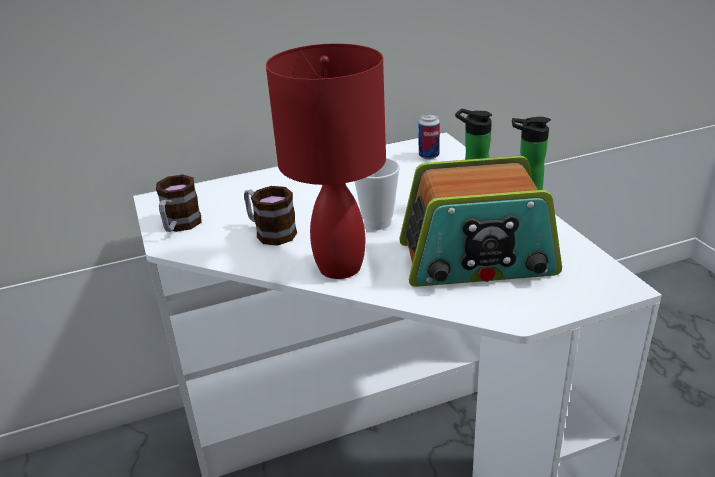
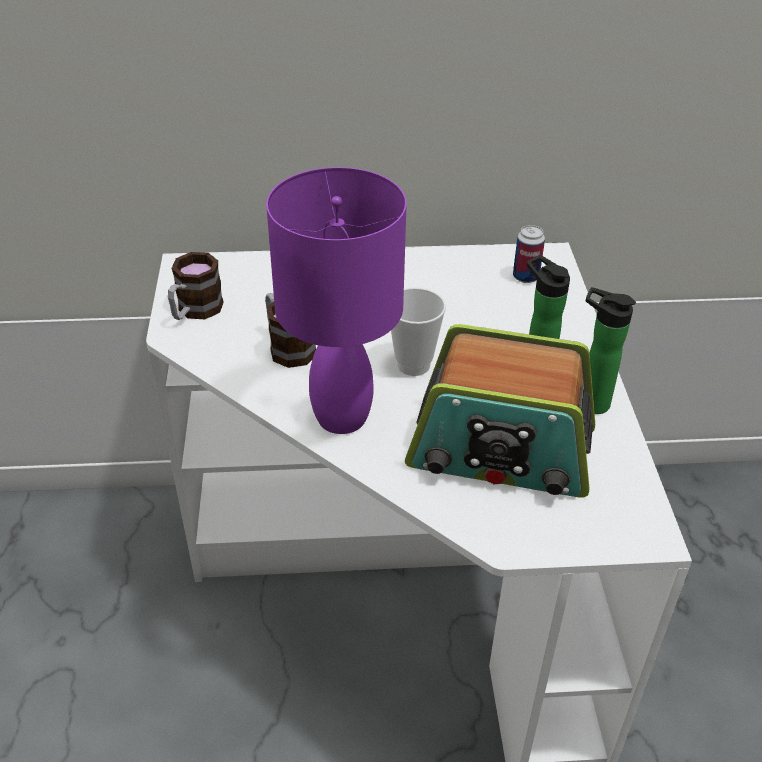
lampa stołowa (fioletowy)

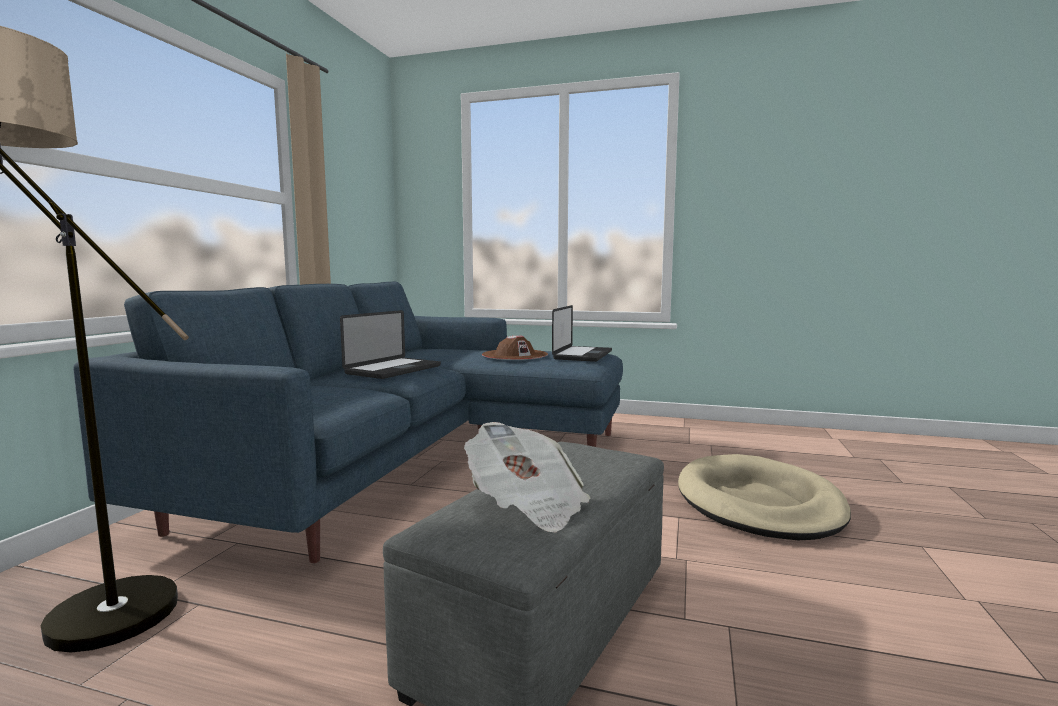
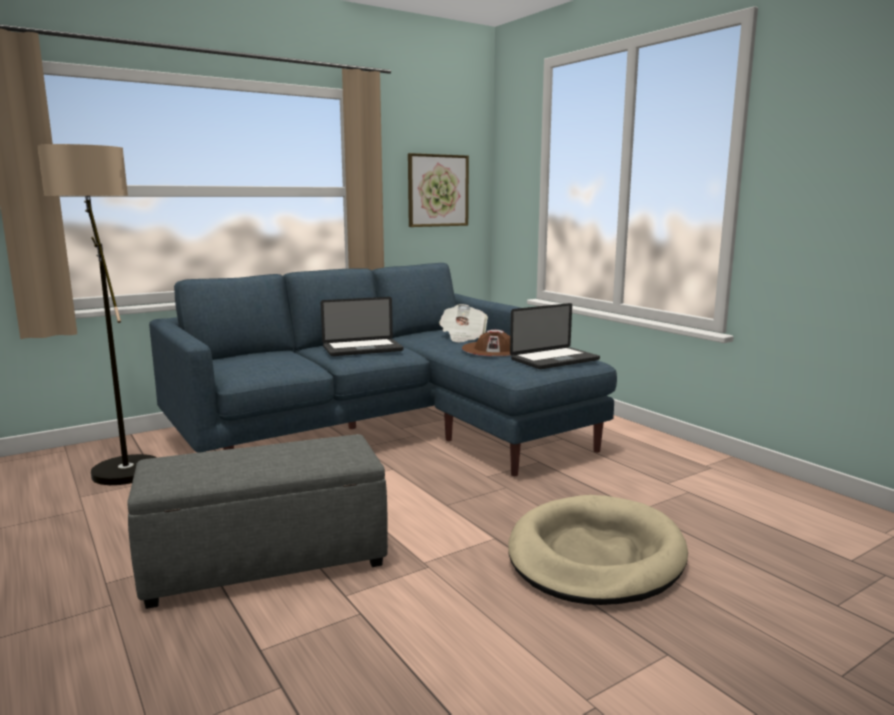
gazeta; obraz

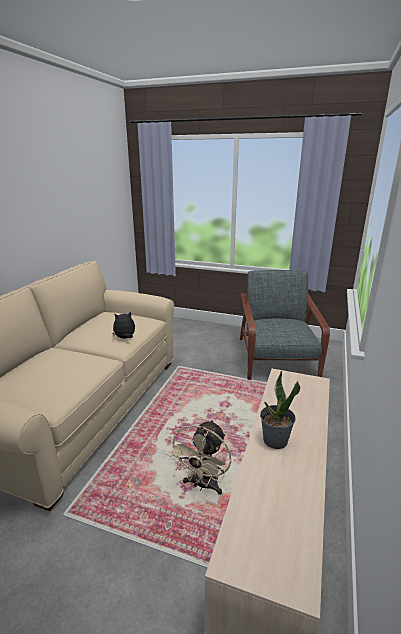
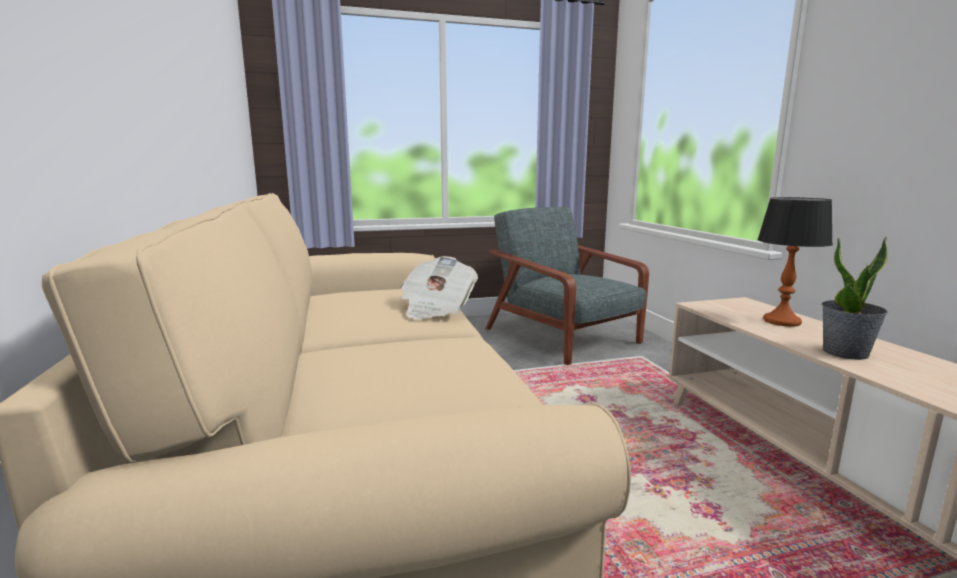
gazeta; wentylator (beżowy); lampa stołowa

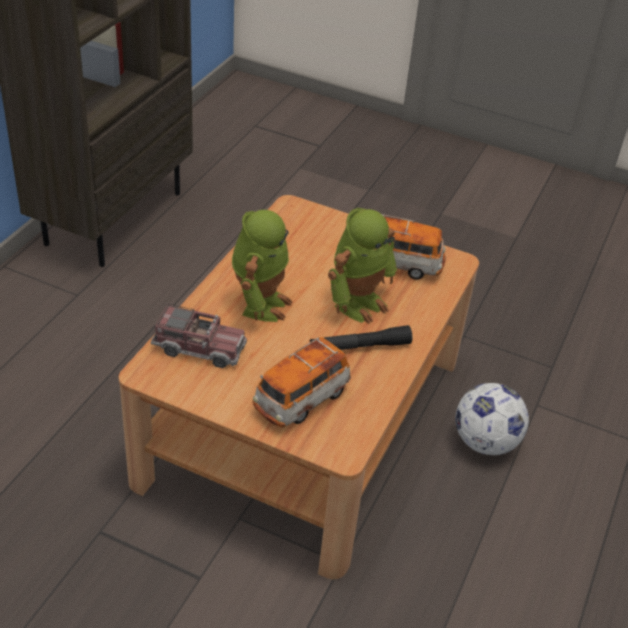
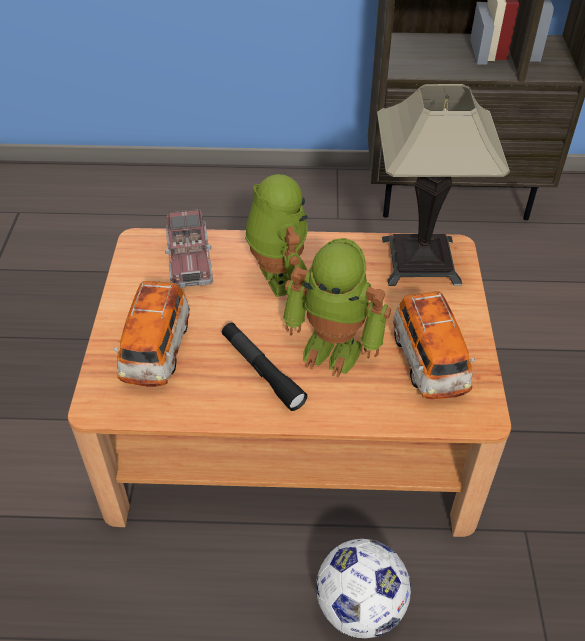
robot zabawkowy (1st from left); samochodzik (1st from left); lampa stołowa

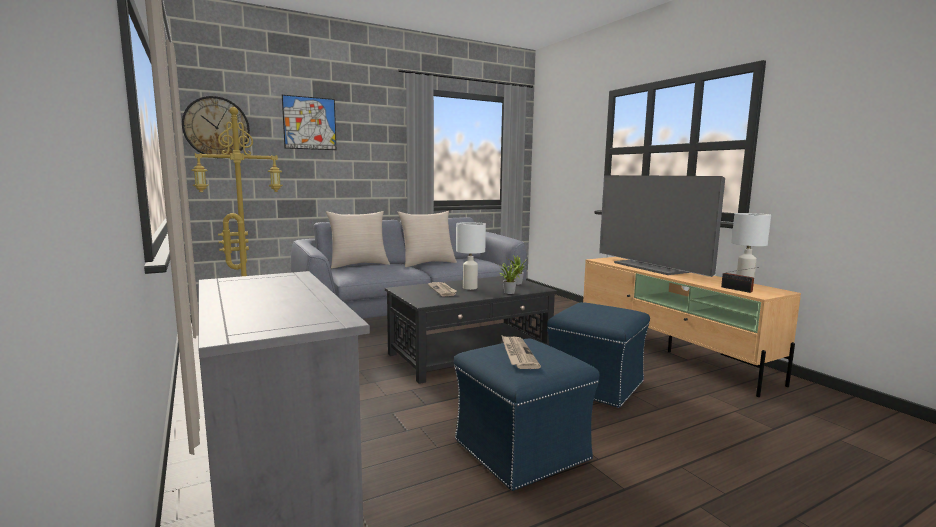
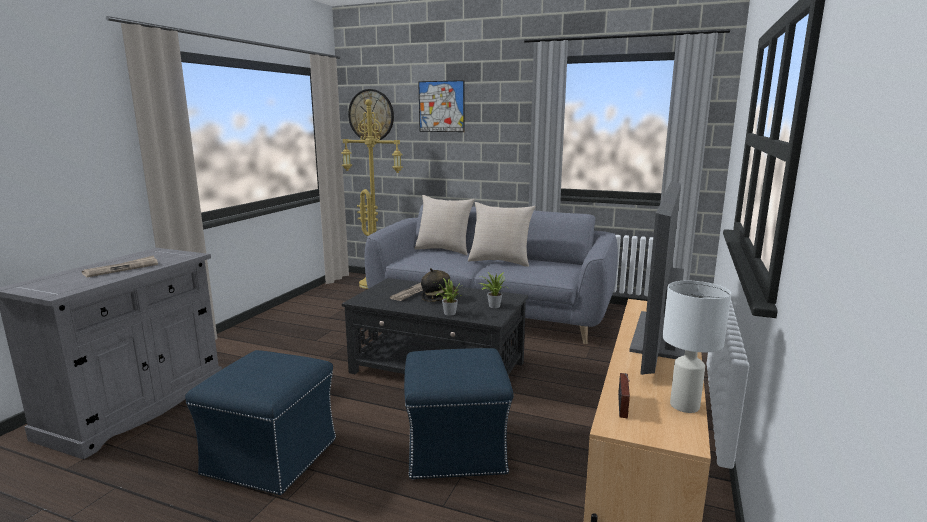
kapelusz; gazeta (1st from left)

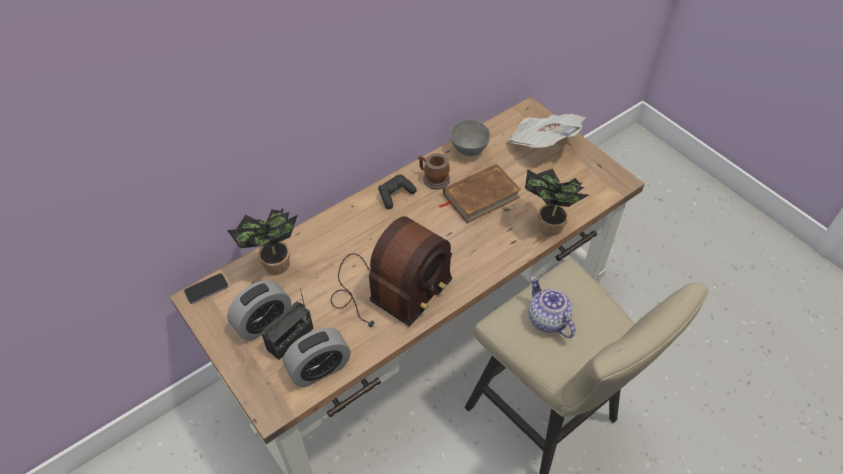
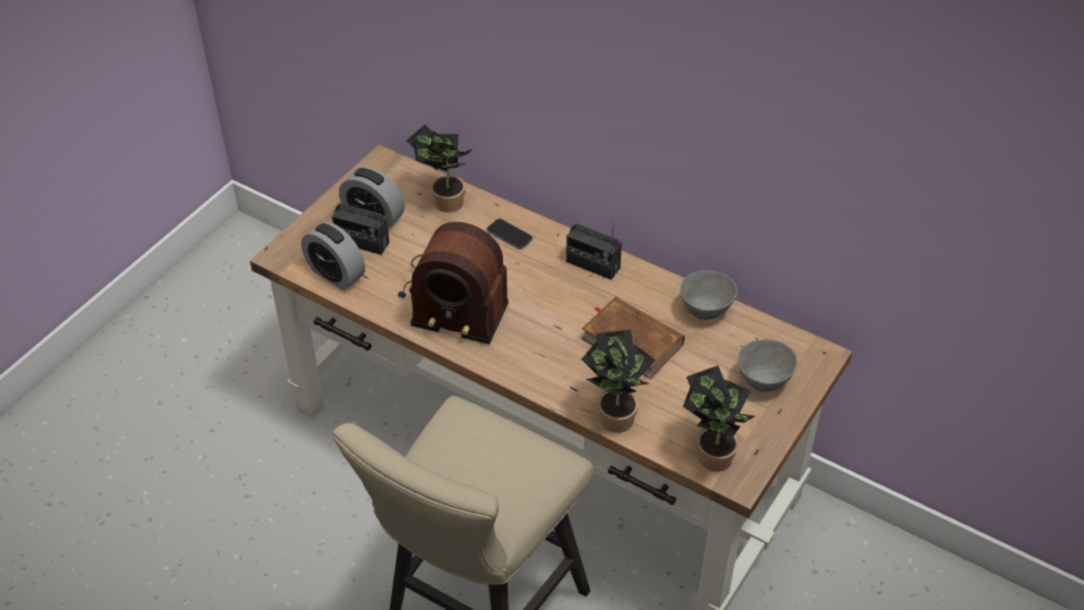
telefon; radio (3rd from left); kubek; miska (szary) (2nd from left); imbryk; roślina doniczkowa (3rd from left)

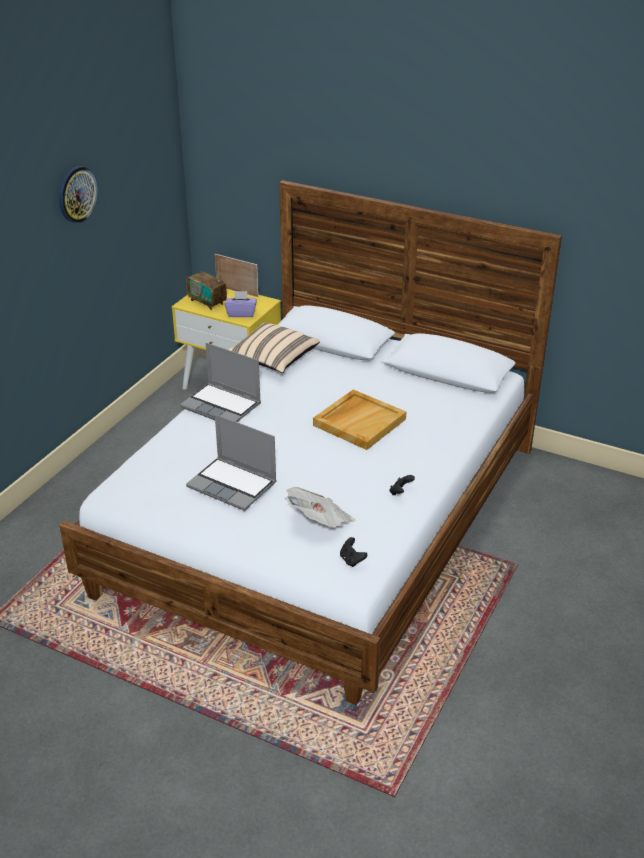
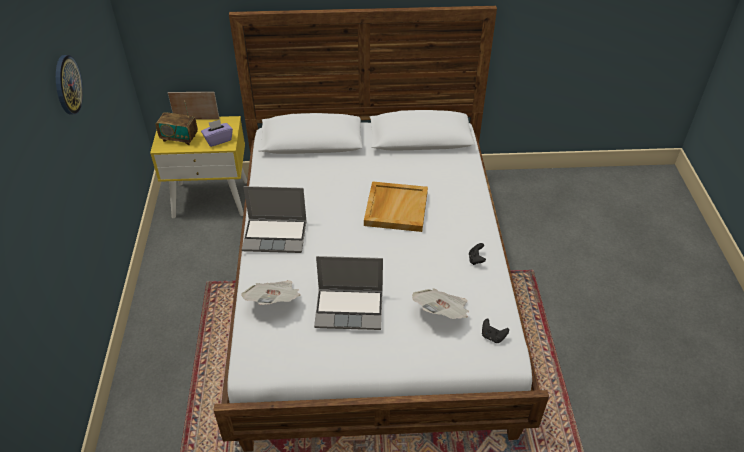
poduszka (beżowy); gazeta (1st from left)

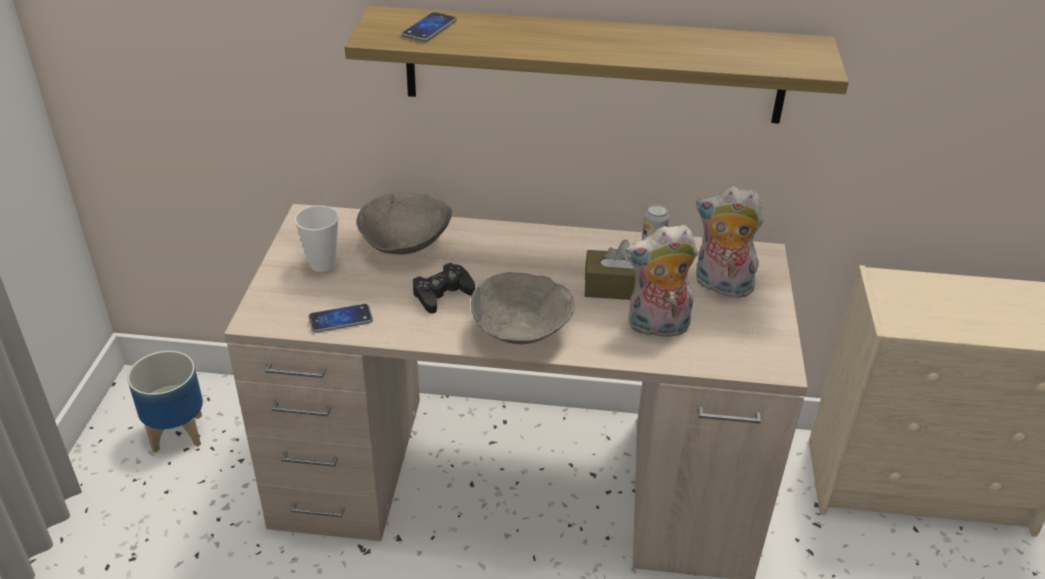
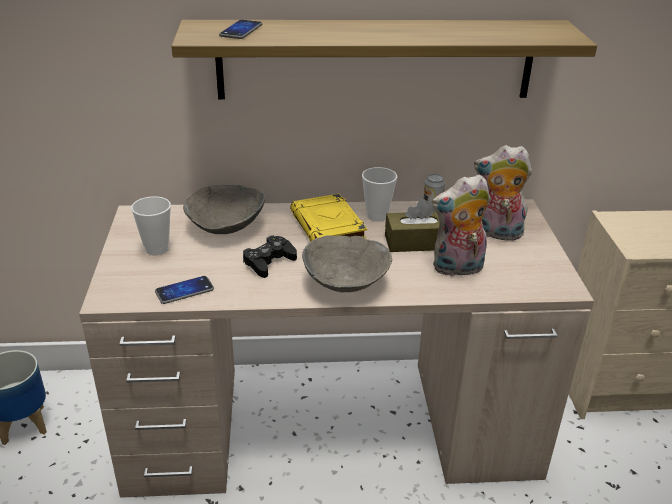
książka (żółty); filiżanka (2nd from left)

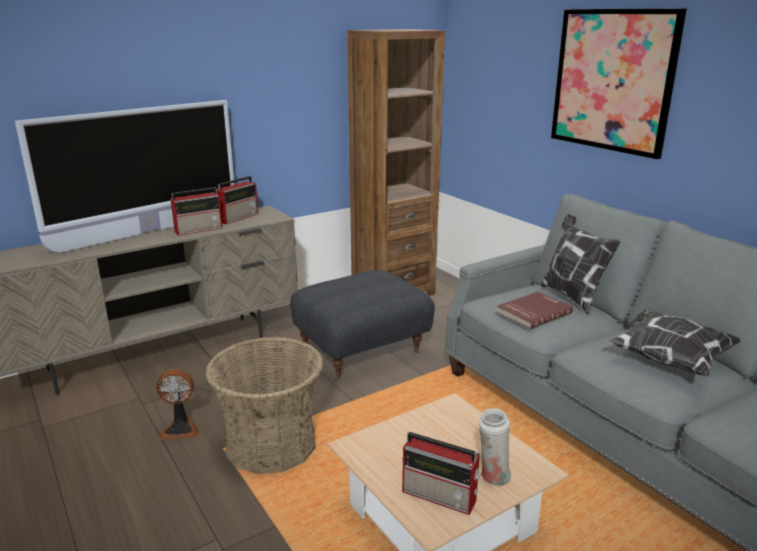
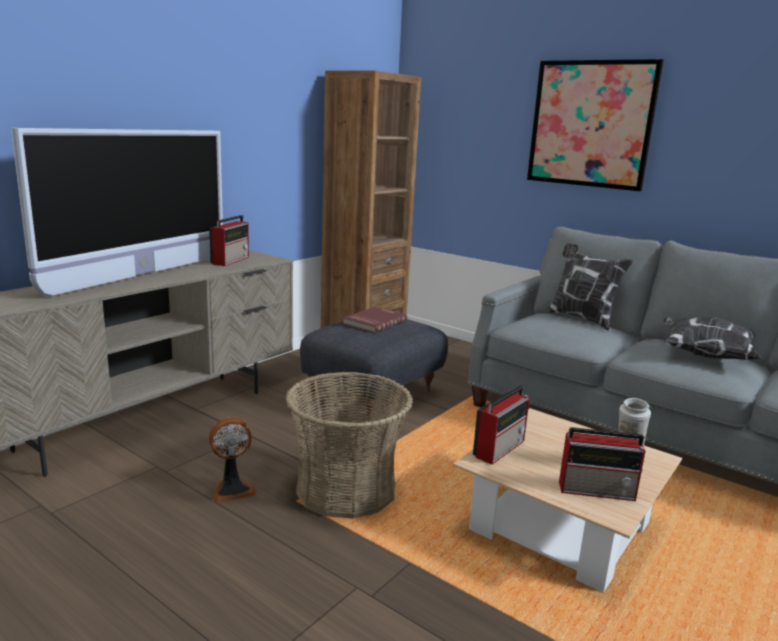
radio (2nd from left); książka (czerwony)

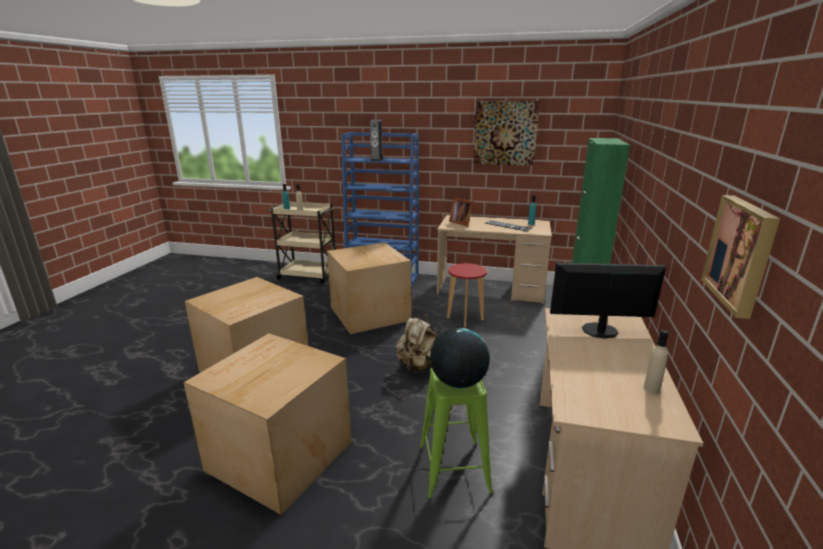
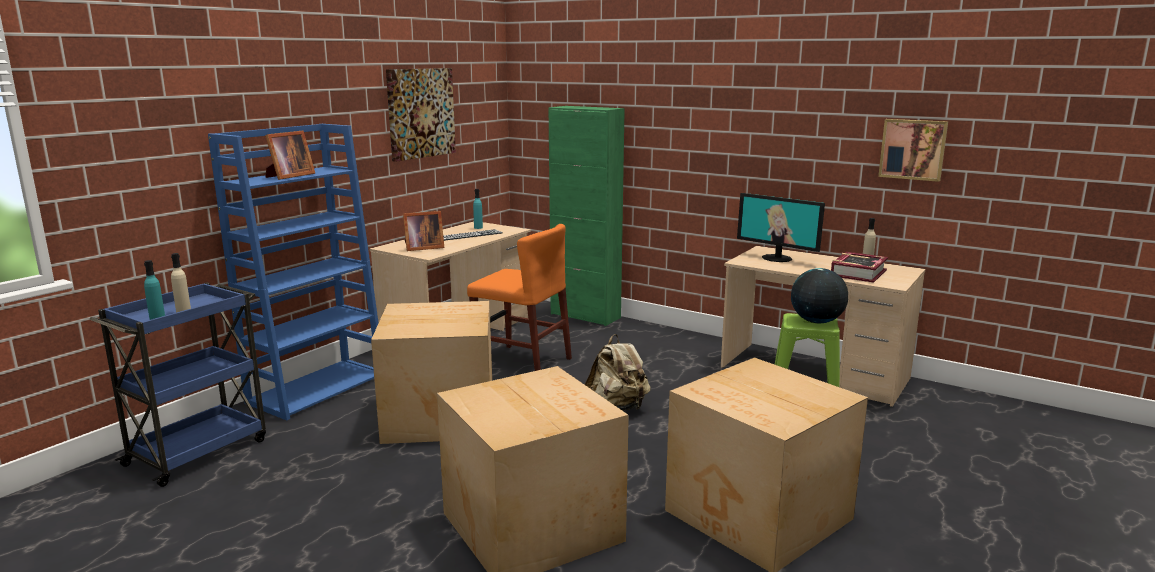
wózek (niebieski); ramka na zdjęcie (1st from left); krzesło (pomarańczowy); monitor; książka

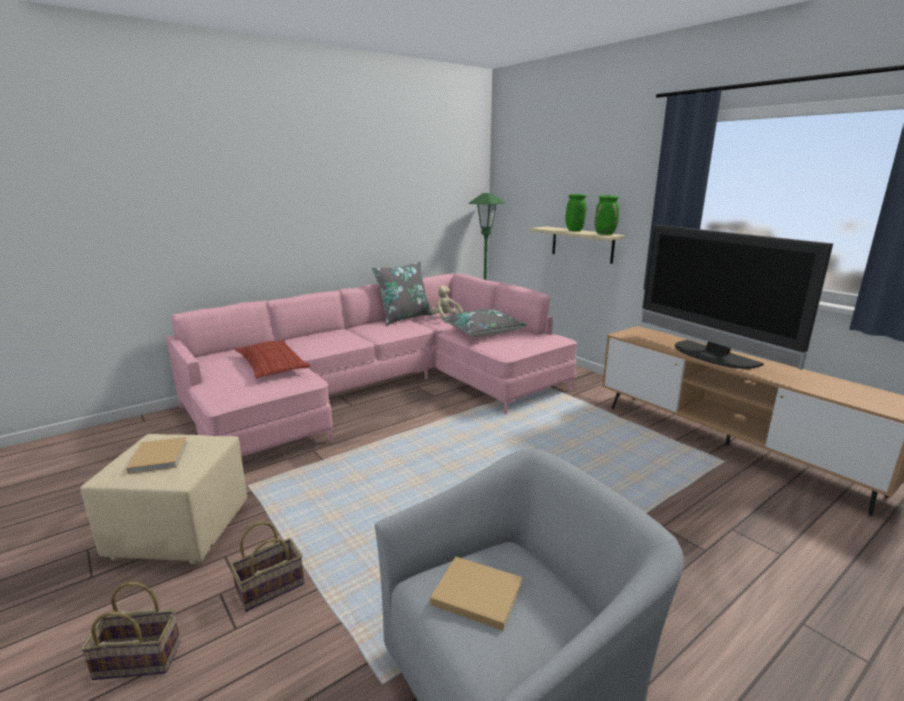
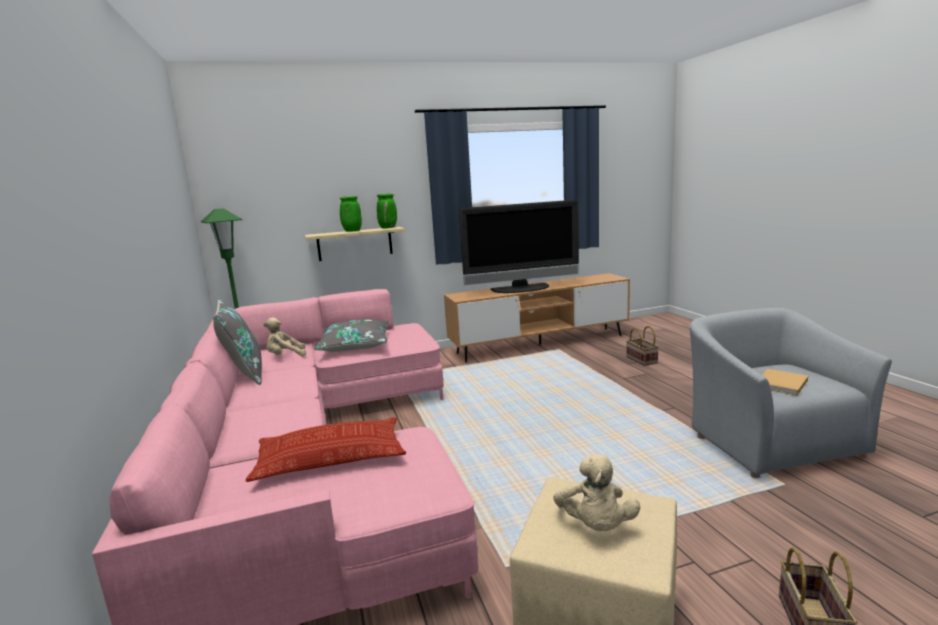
pluszak (beżowy) (2nd from left); koszyk (1st from left)

